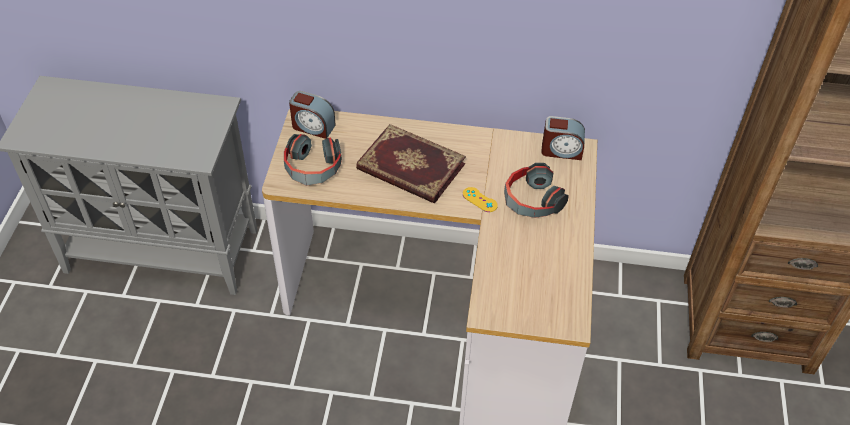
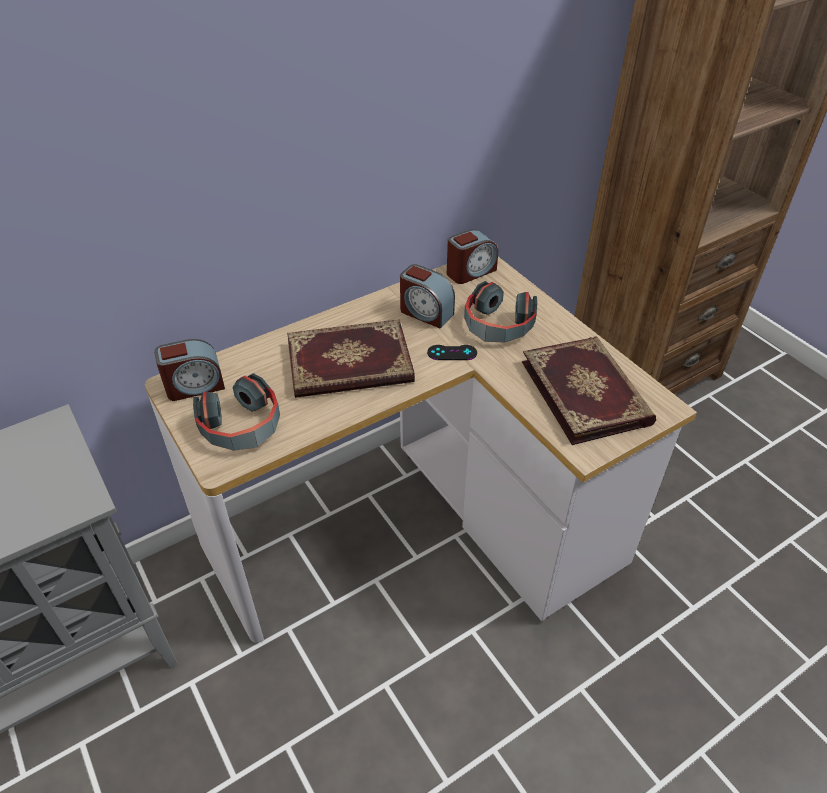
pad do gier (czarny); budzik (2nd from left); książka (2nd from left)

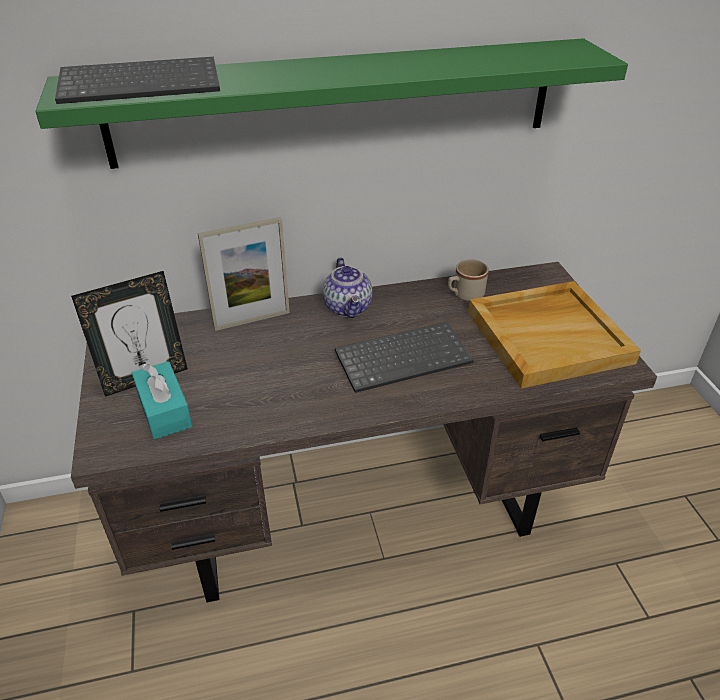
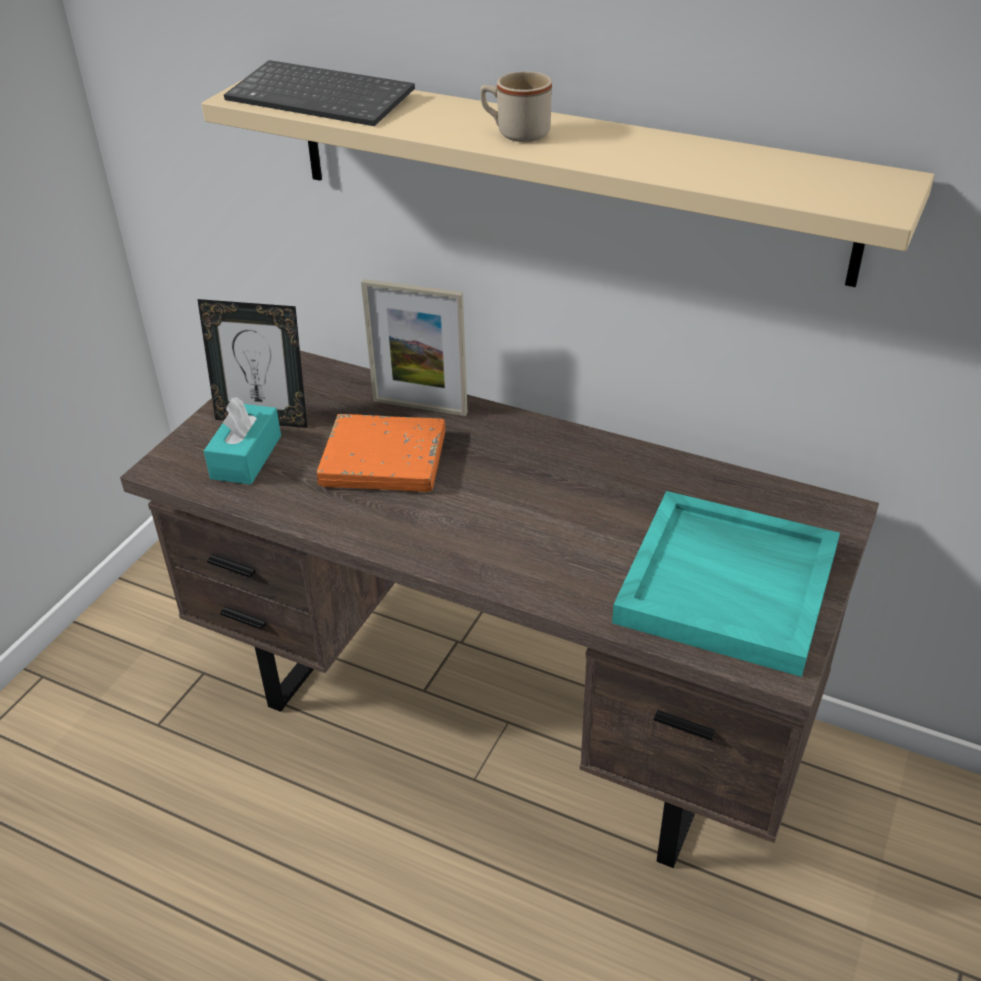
półka (beżowy); imbryk; klawiatura (2nd from left in the first image); kubek (beżowy); taca (turkusowy); książka (pomarańczowy)

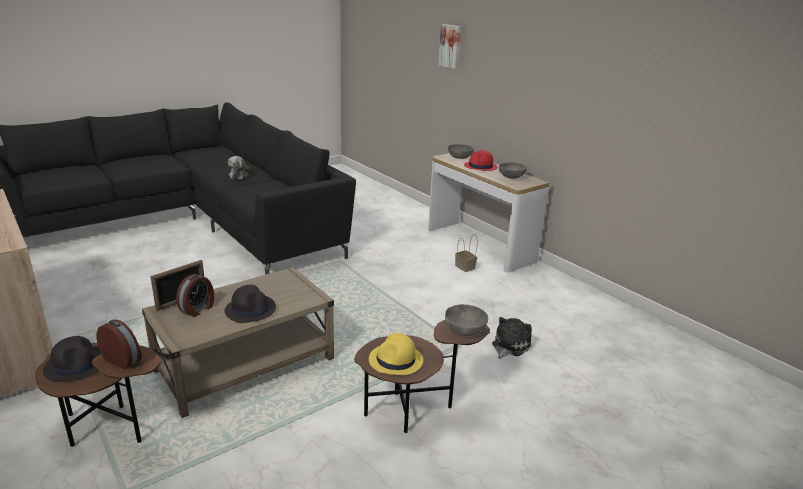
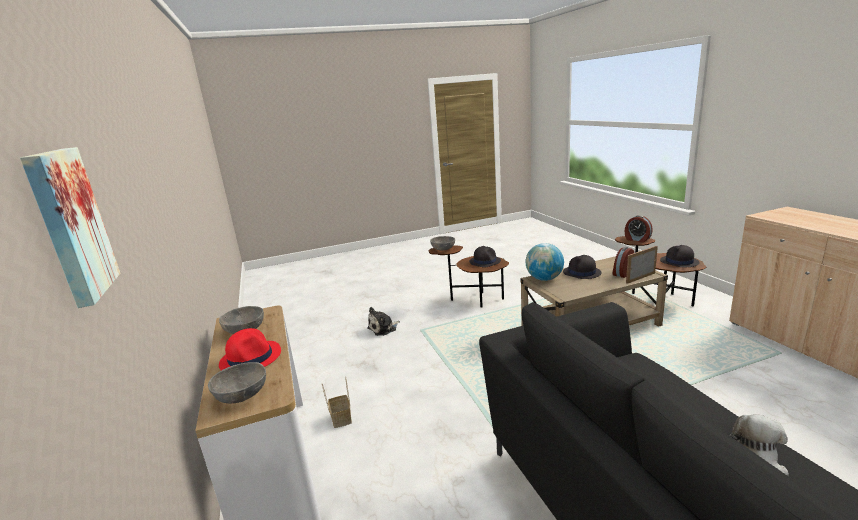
kapelusz (czarny) (1st from left); globus

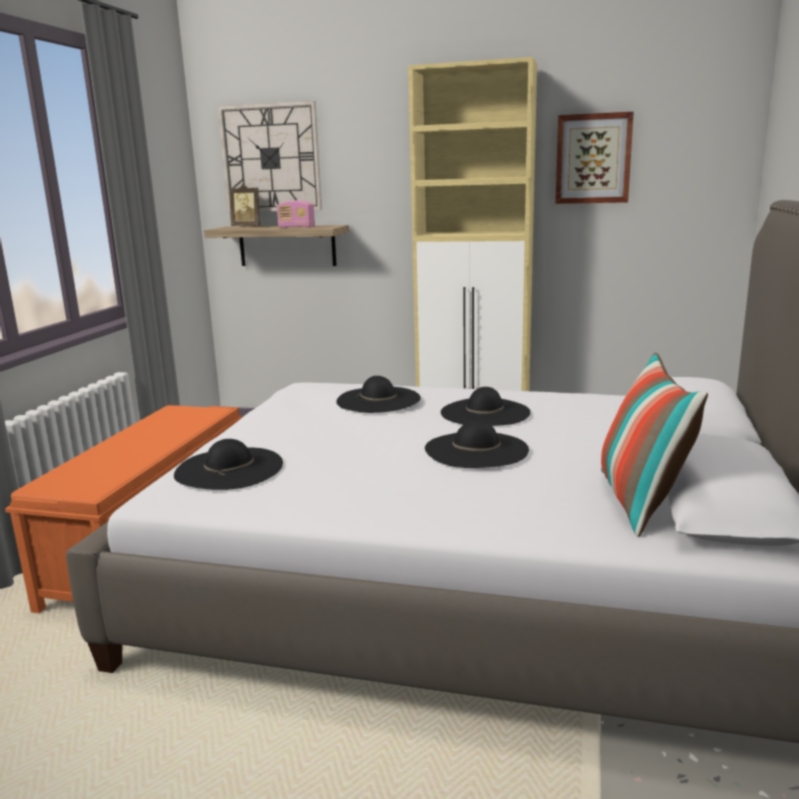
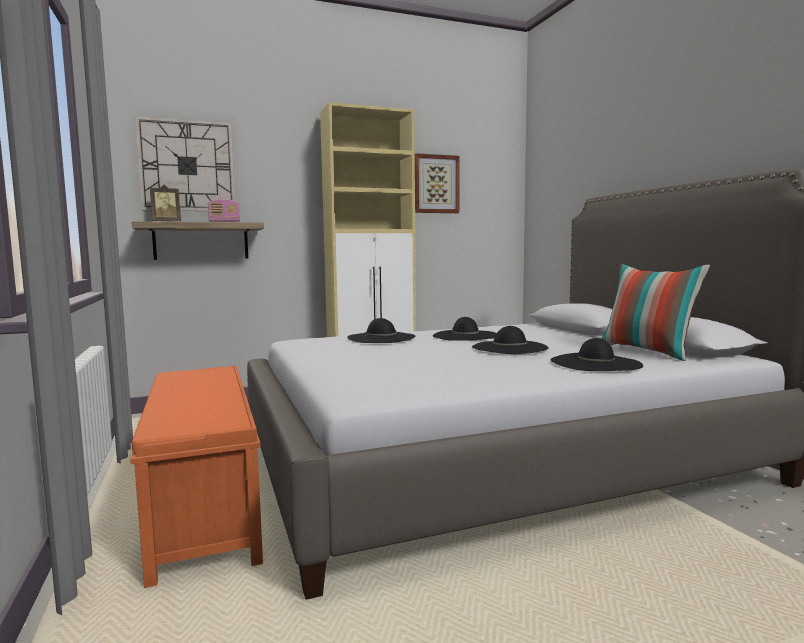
kapelusz (czarny) (4th from left)

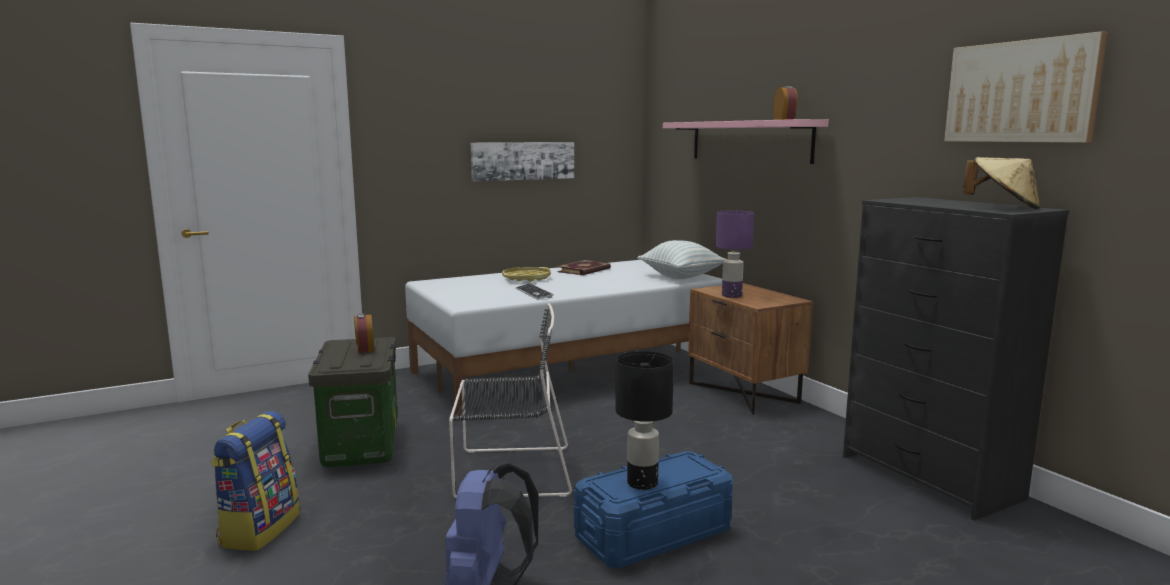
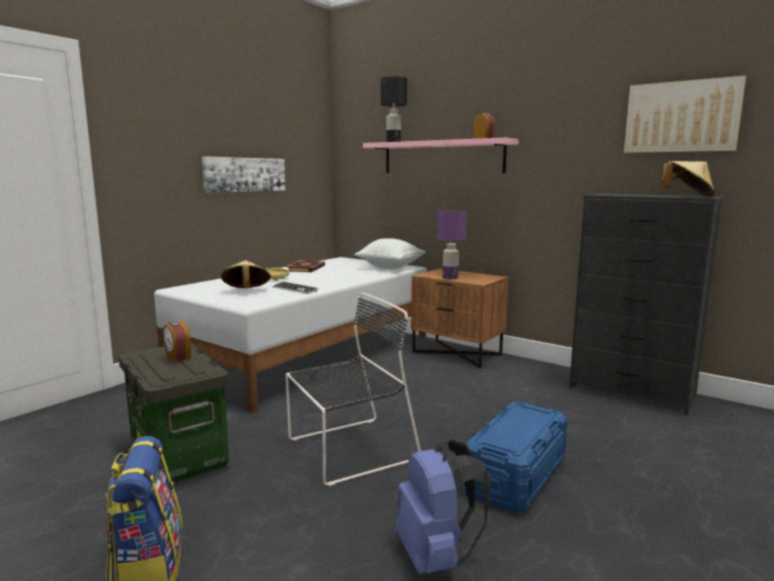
lampa stołowa (czarny); kapelusz (beżowy) (1st from left)

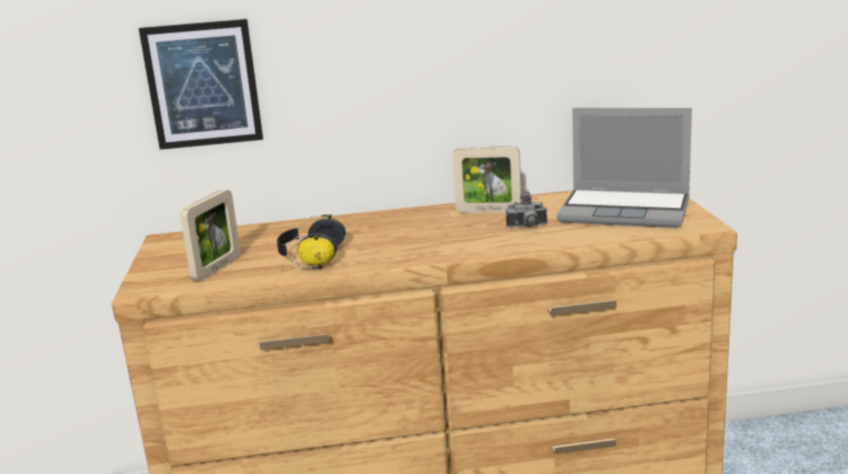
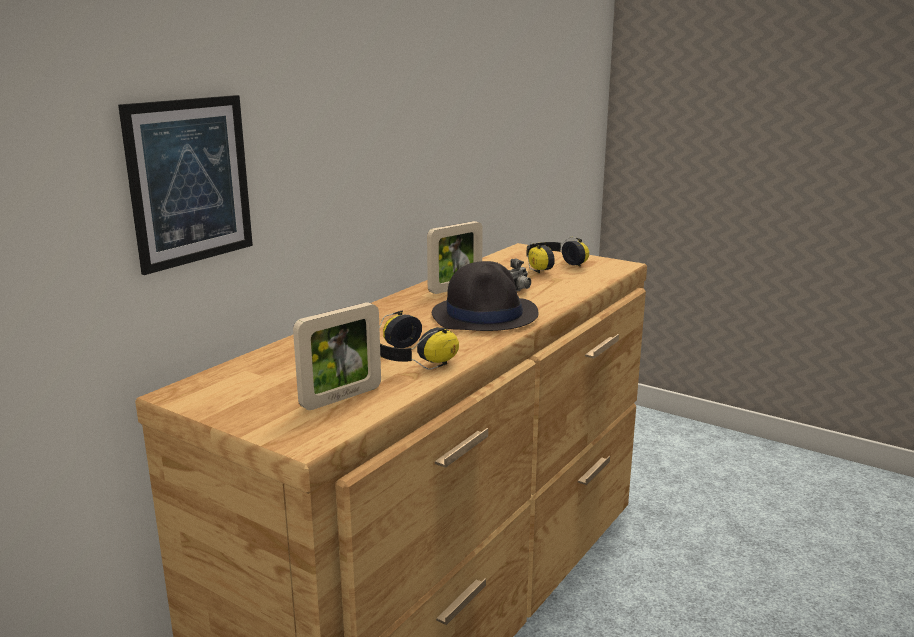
ramka na zdjęcie (1st from left); słuchawki (2nd from left); kapelusz (czarny)

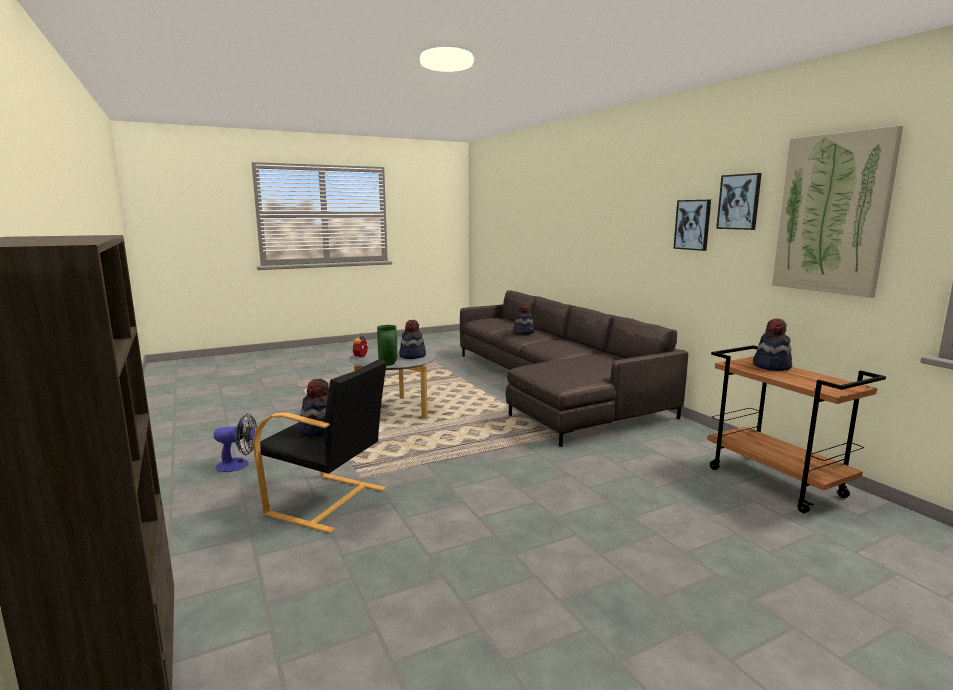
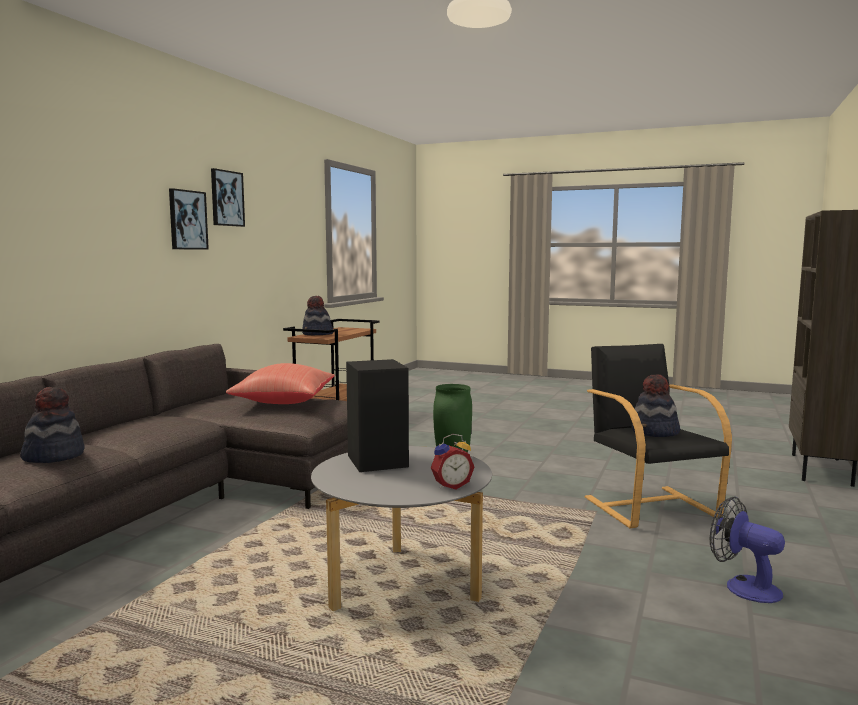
głośnik (czarny); obraz (3rd from left in the first image); poduszka (czerwony)

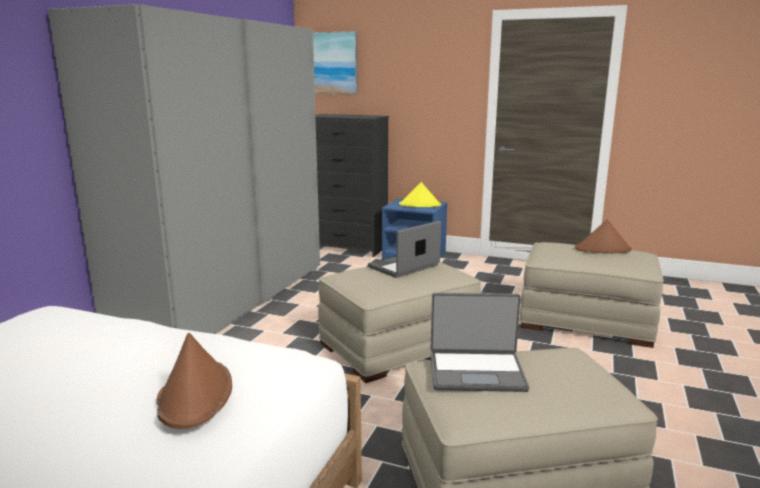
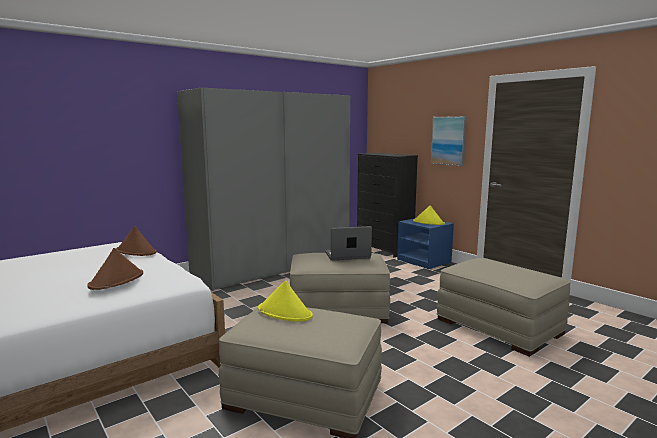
obraz; kapelusz (żółty) (1st from left); kapelusz (brązowy) (2nd from left)

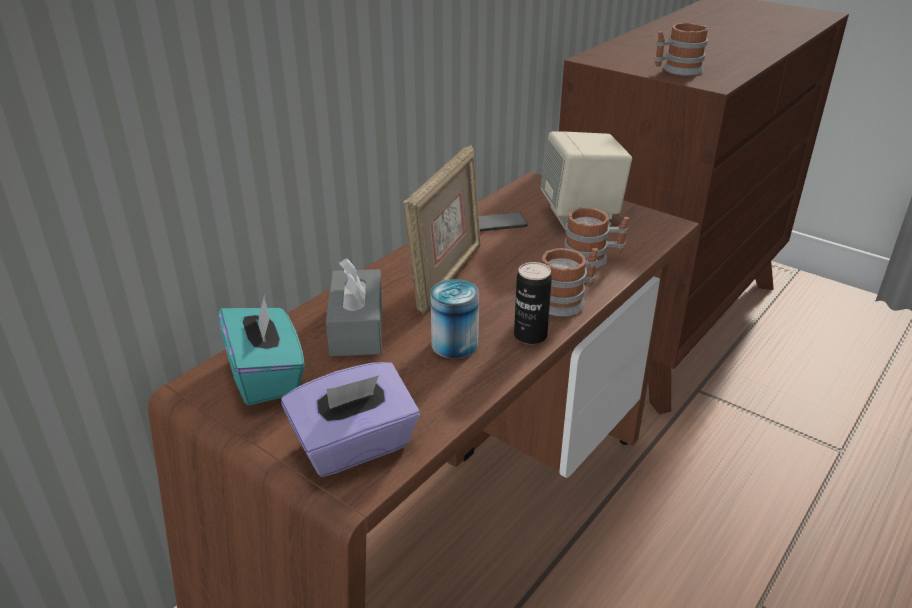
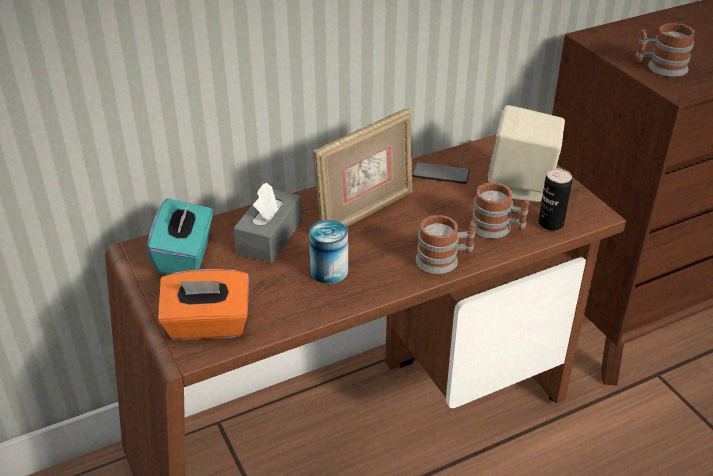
pudełko chusteczek (pomarańczowy); puszka (2nd from left)

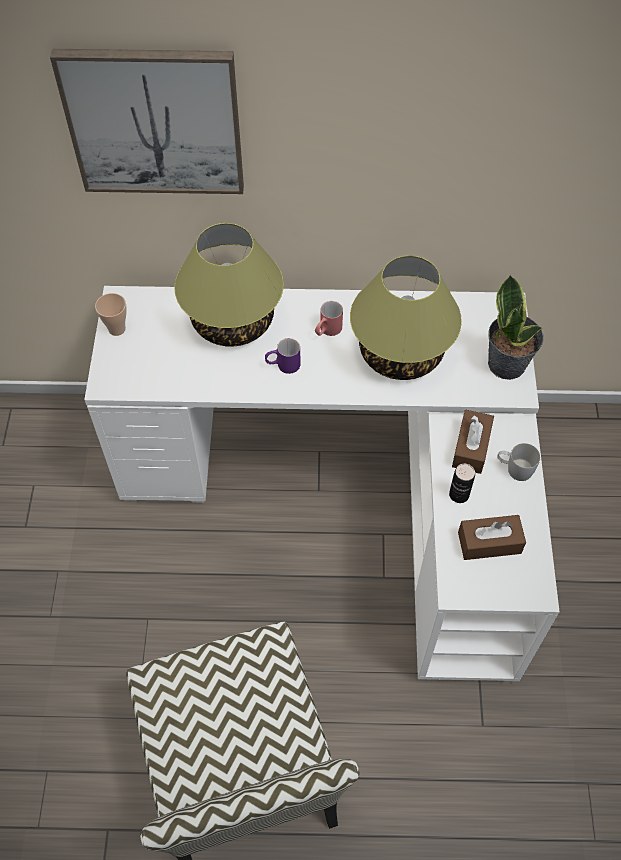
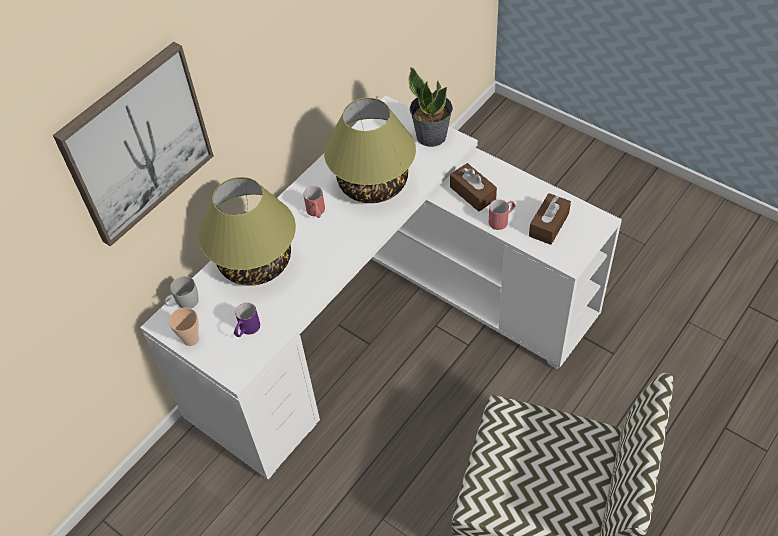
kubek (fioletowy); kubek (czerwony) (2nd from left); kubek (biały)

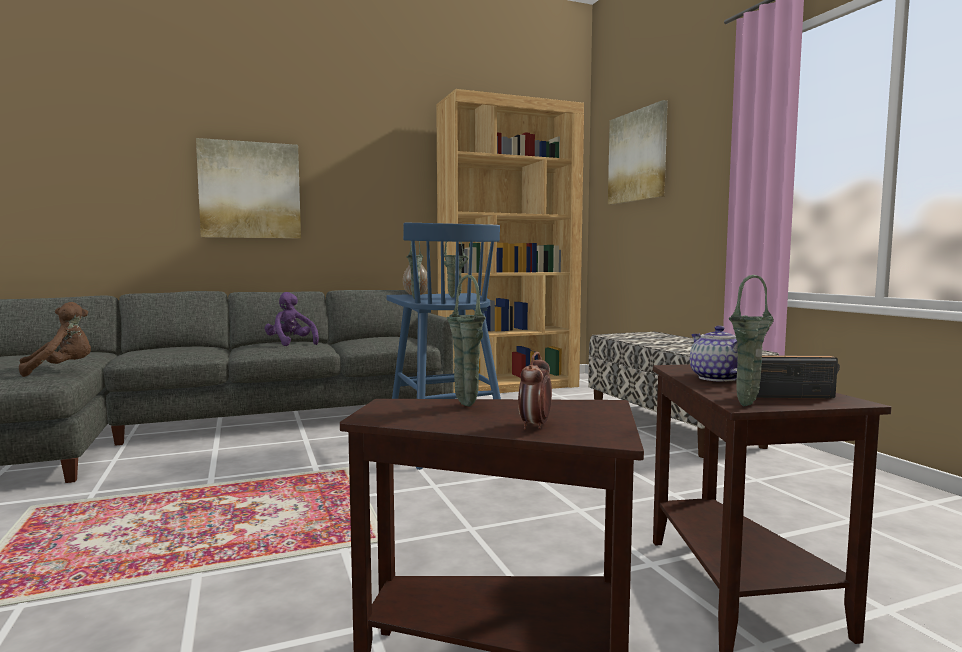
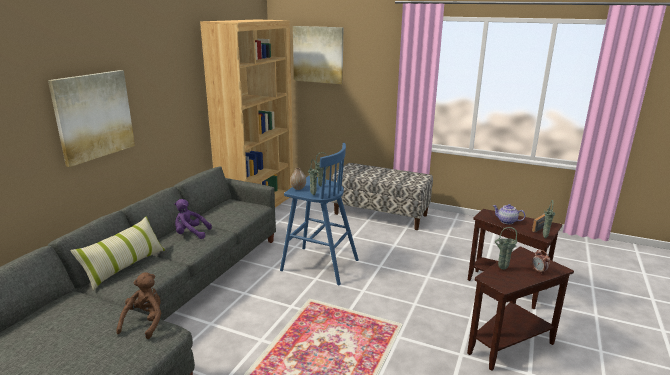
poduszka

